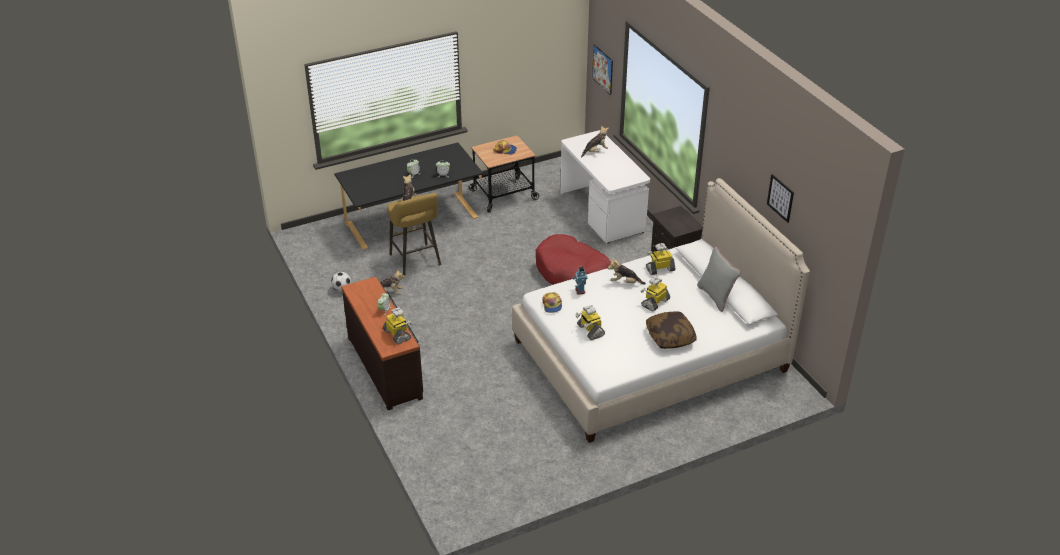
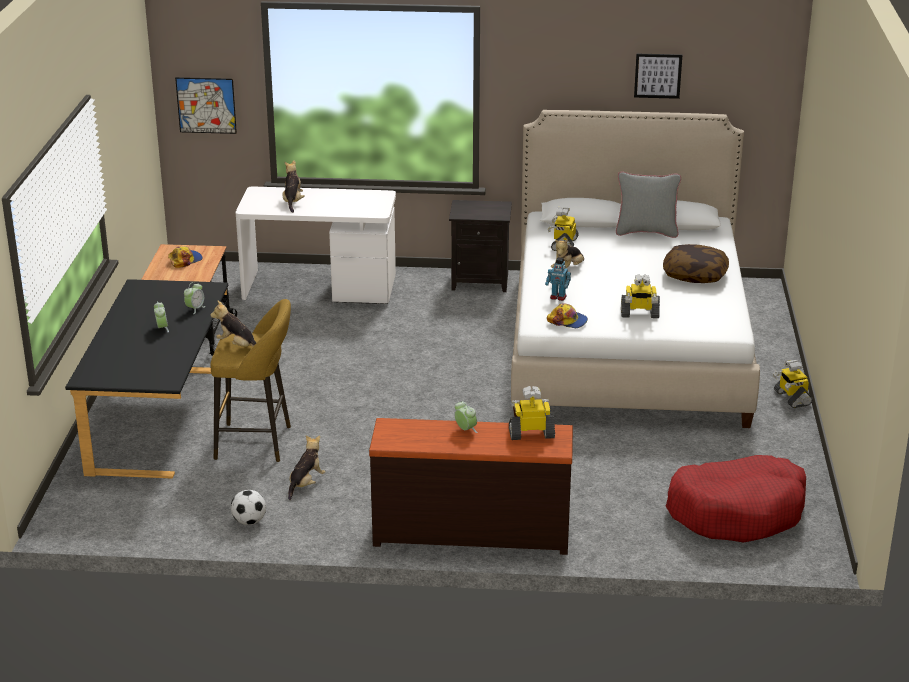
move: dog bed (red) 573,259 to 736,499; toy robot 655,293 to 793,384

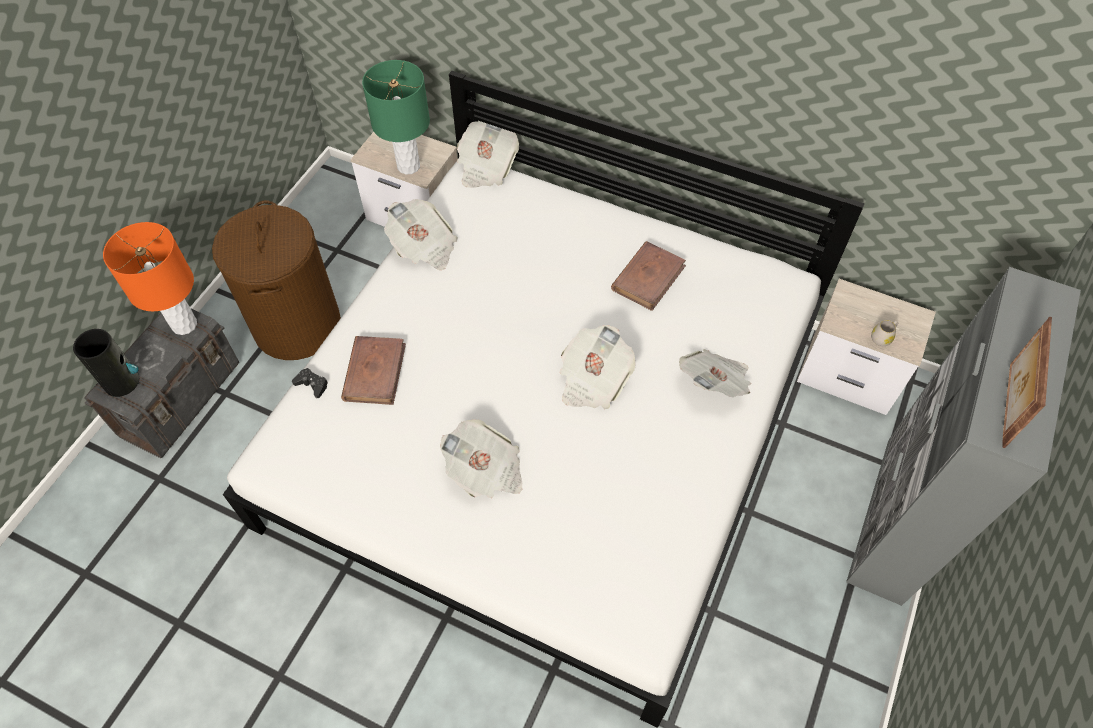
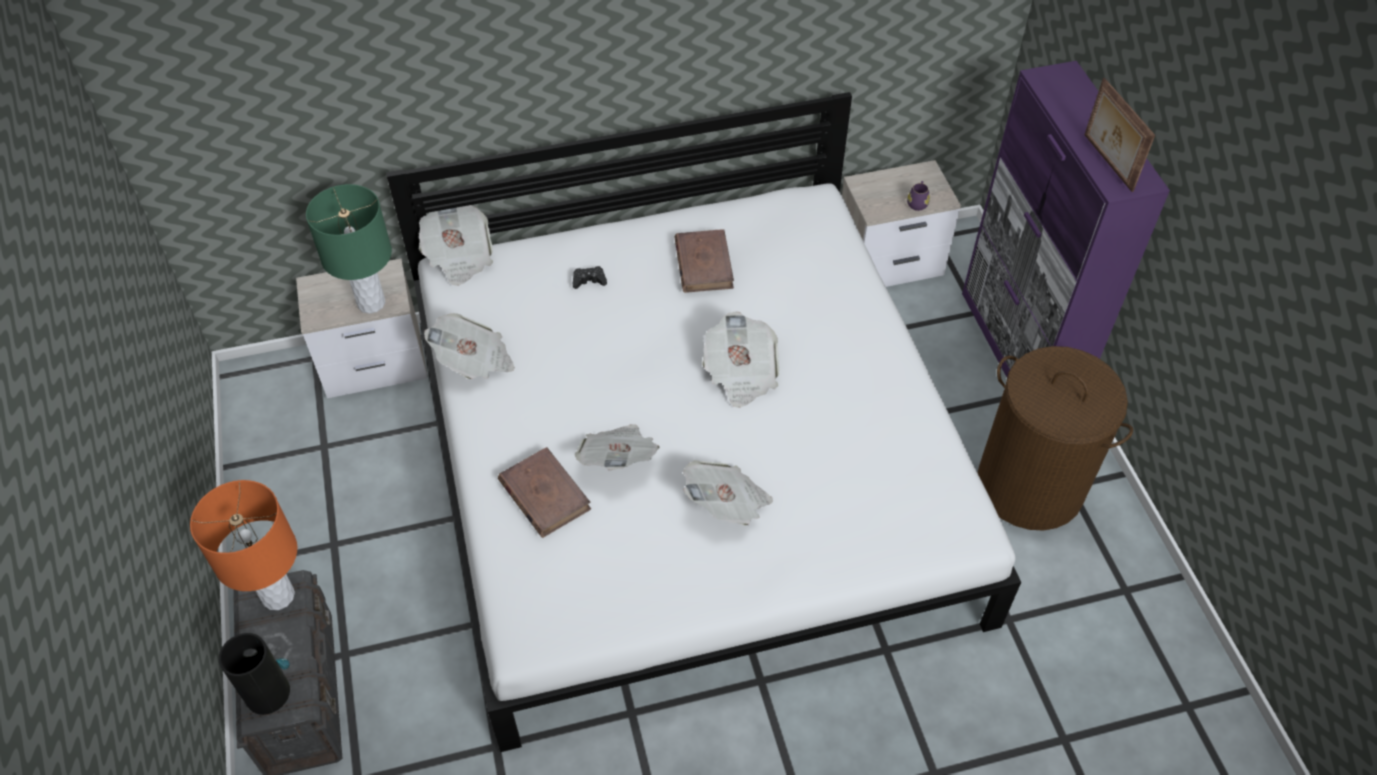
move: laundry basket (brown) 276,280 to 1055,438; newspaper 715,373 to 617,447; game controller (black) 310,383 to 590,277
recolor: cabinet (grey) 963,436 to cabinet (purple) 1066,219; mug (white) 884,333 to mug (purple) 918,196

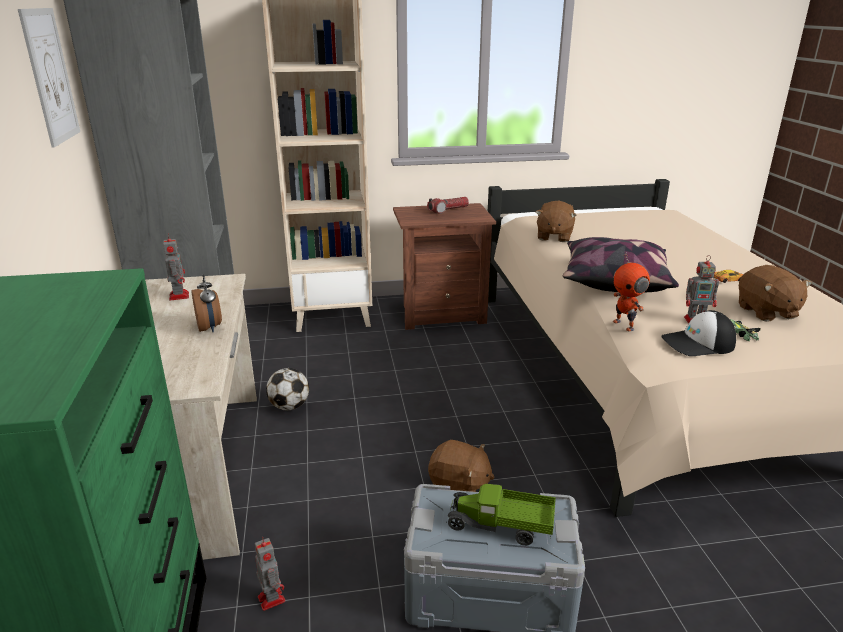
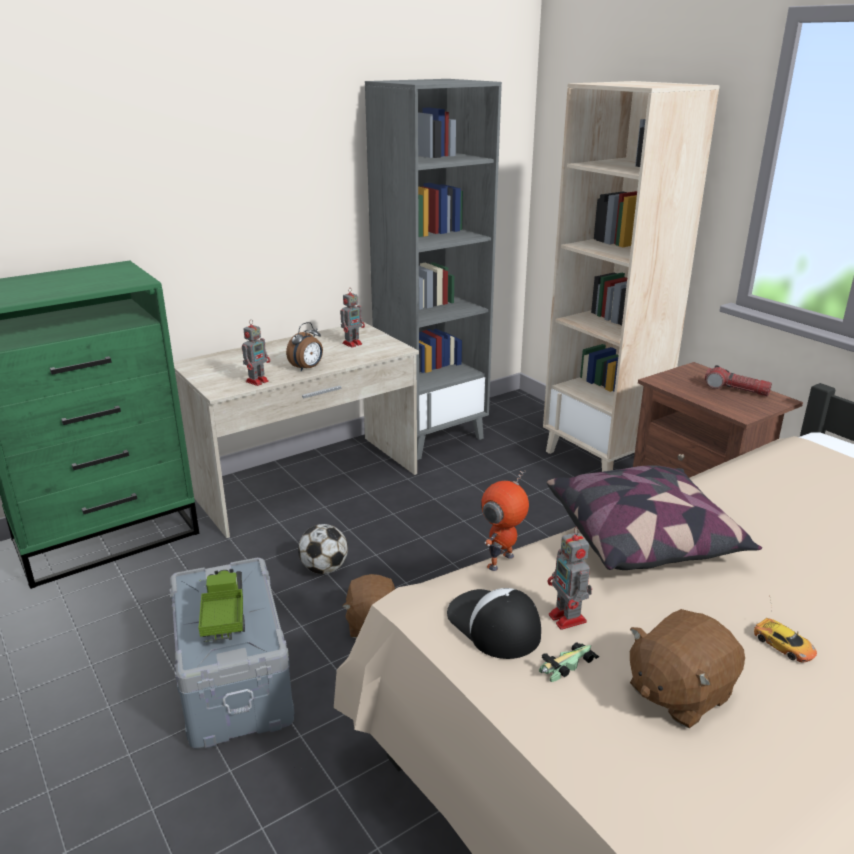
delete: picture 49,77; plush toy (brown) 556,221
move: football 287,389 to 323,549; toy robot 270,573 to 256,352

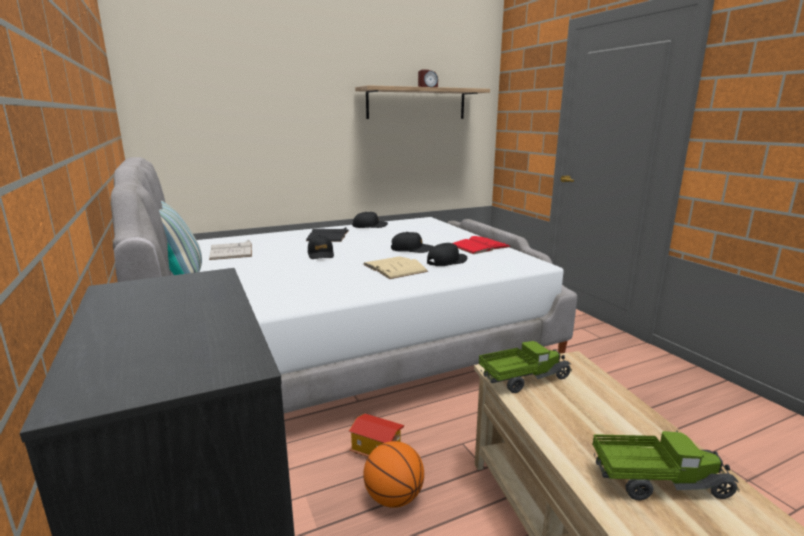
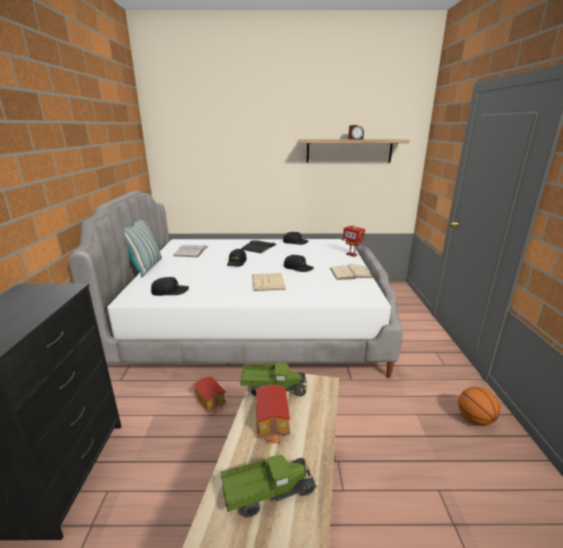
insert: toy robot 353,241; toy house 273,414
move: cap (black) 447,254 to 170,286; basketball 393,474 to 479,406
recolor: book (red) 482,245 to book (beige) 352,272
rotate: toy truck 666,465 = 269,486 45 degrees counterclockwise

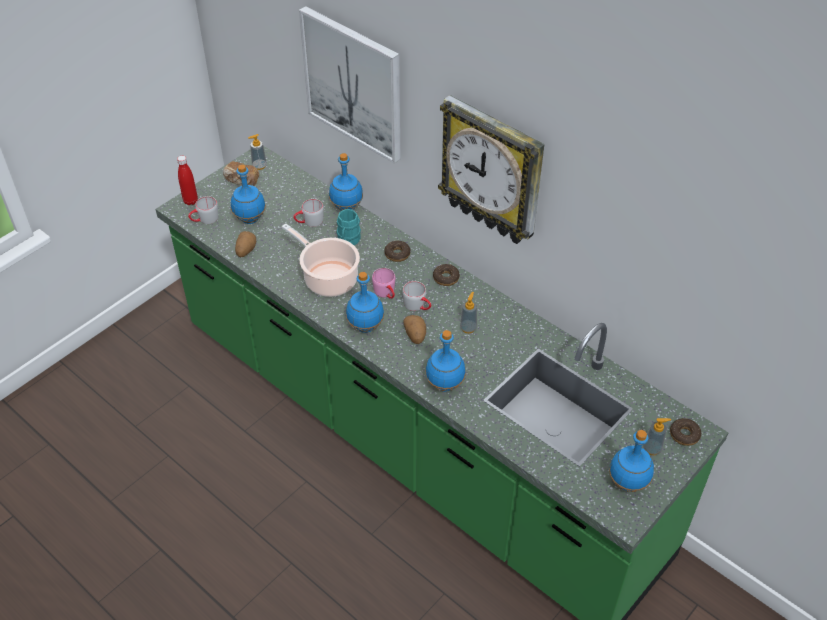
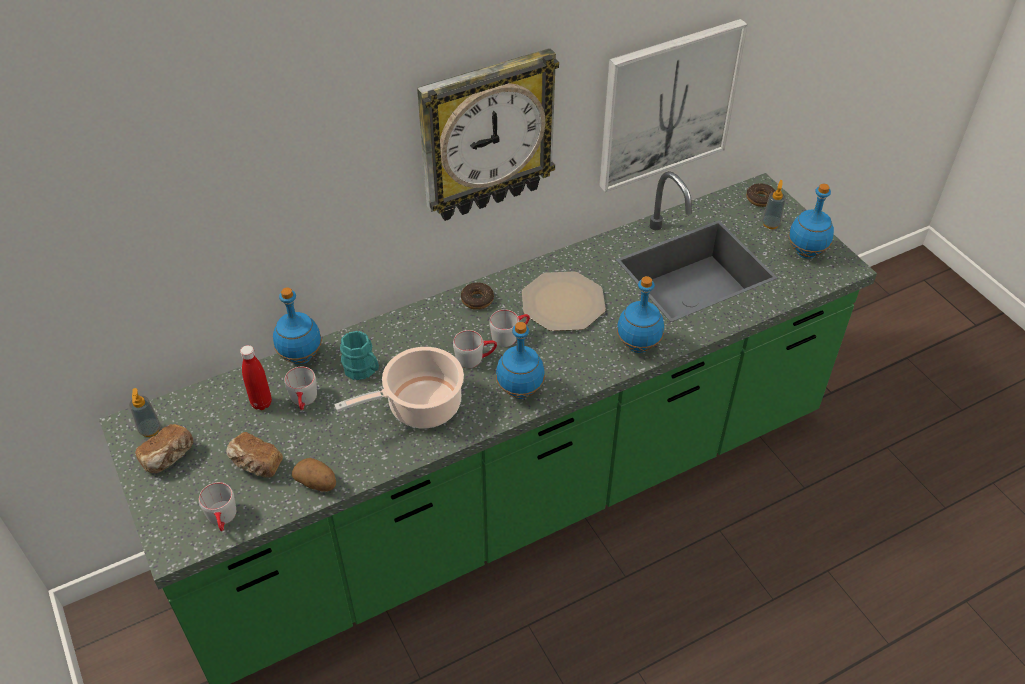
delete: donut 397,251; potato 414,329
move: picture 350,85 to 673,105; bottle (red) 187,180 to 256,377
replace: bottle (blue) 248,194 to bread 254,455; soap dispenser 468,312 to plate 564,301
recolor: mug (pink) 384,283 to mug (grey) 475,349

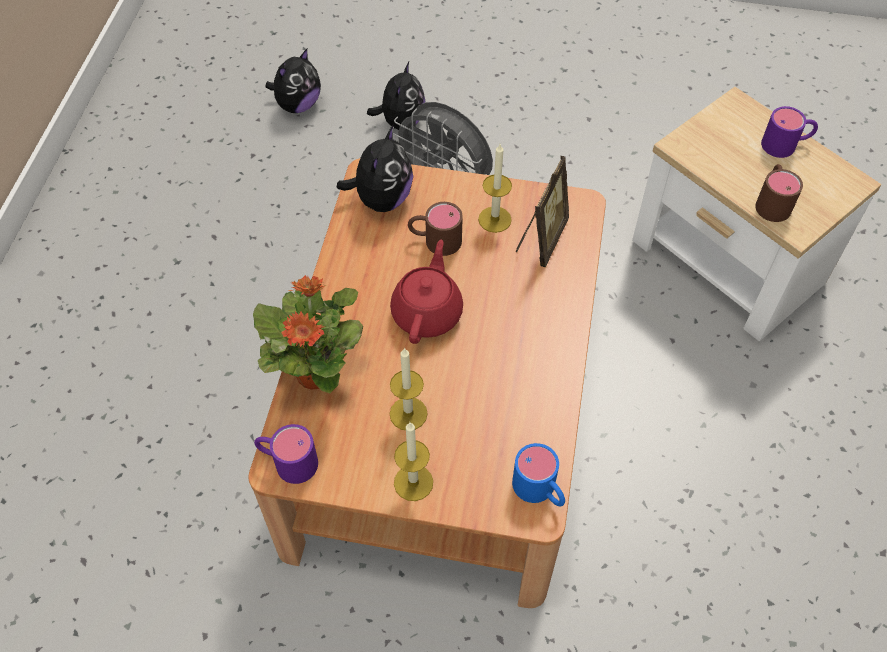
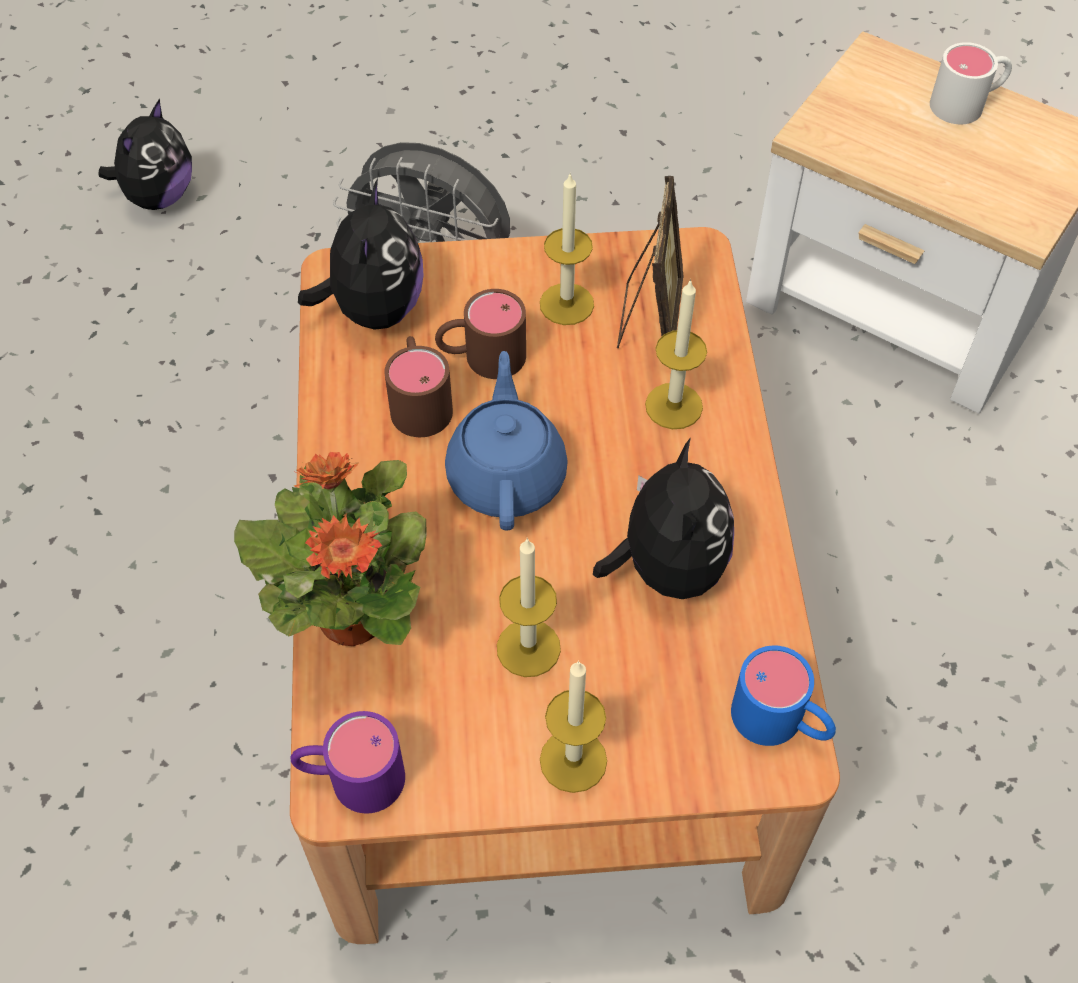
insert: candle 676,354
move: plush toy 396,96 to 663,518; mug (brown) 779,193 to 418,386
recolor: mug (purple) 789,132 to mug (white) 971,83; teapot (red) 426,291 to teapot (blue) 506,441

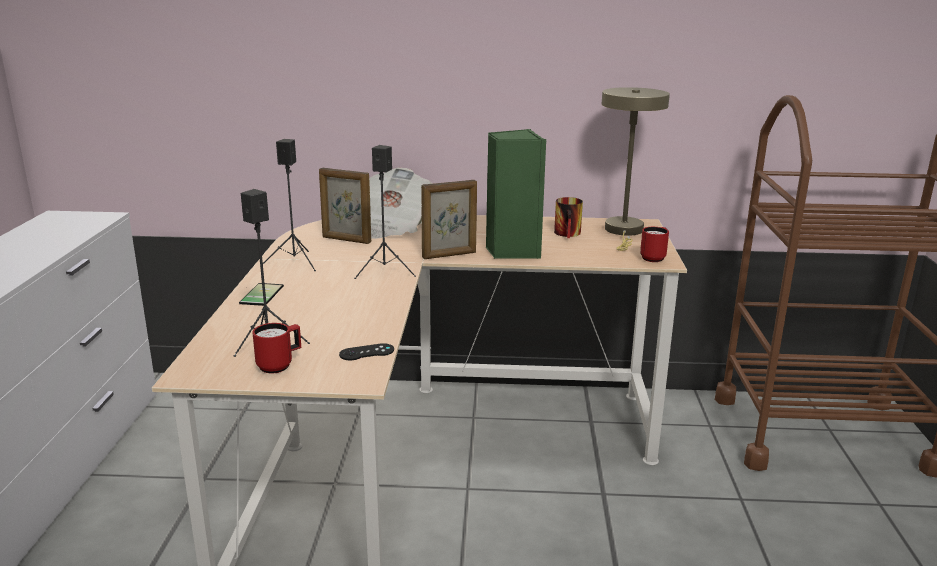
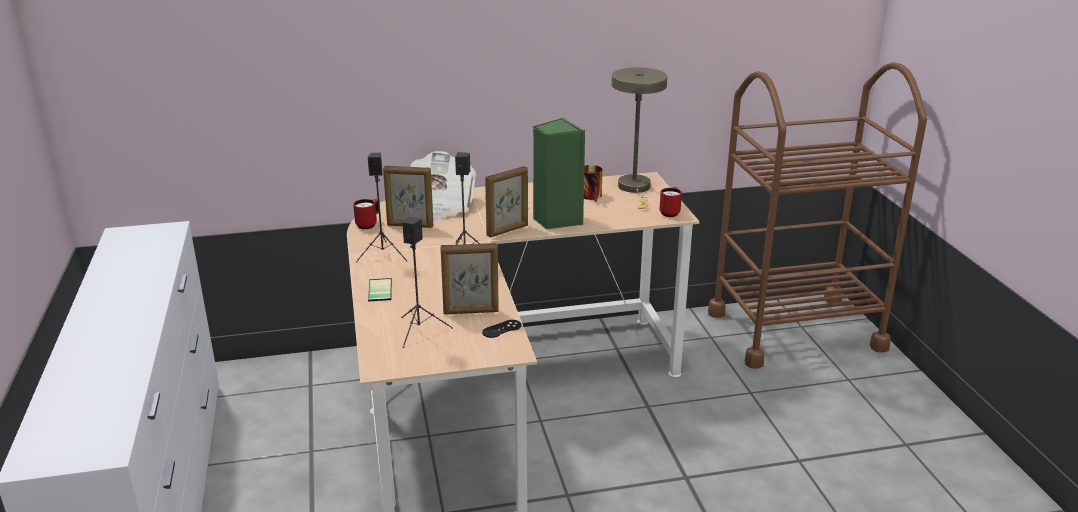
insert: picture frame 470,278
move: mug (red) 276,348 to 366,214

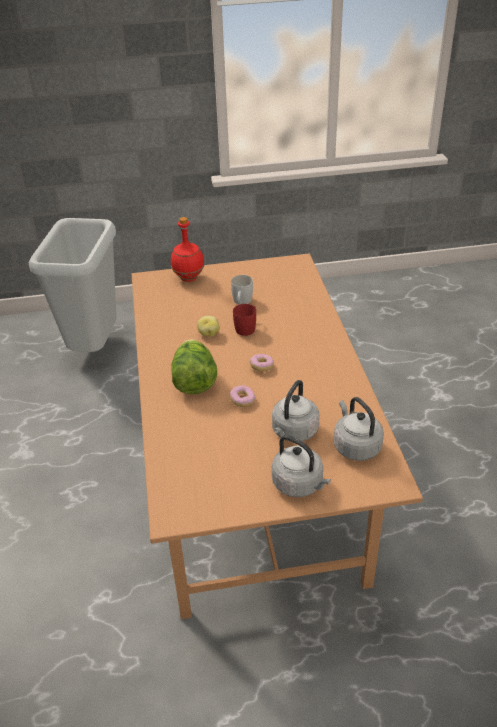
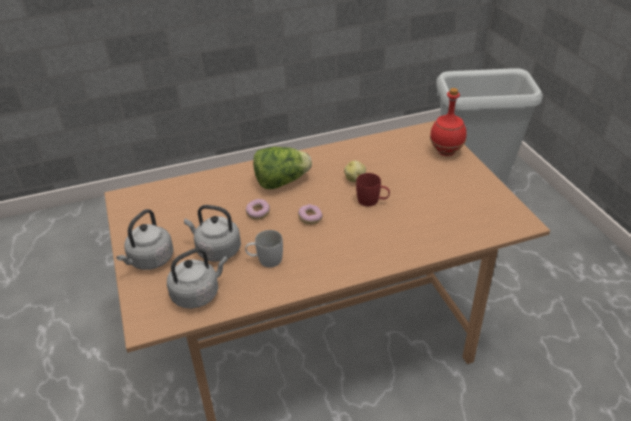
move: mug (white) 242,290 to 264,248

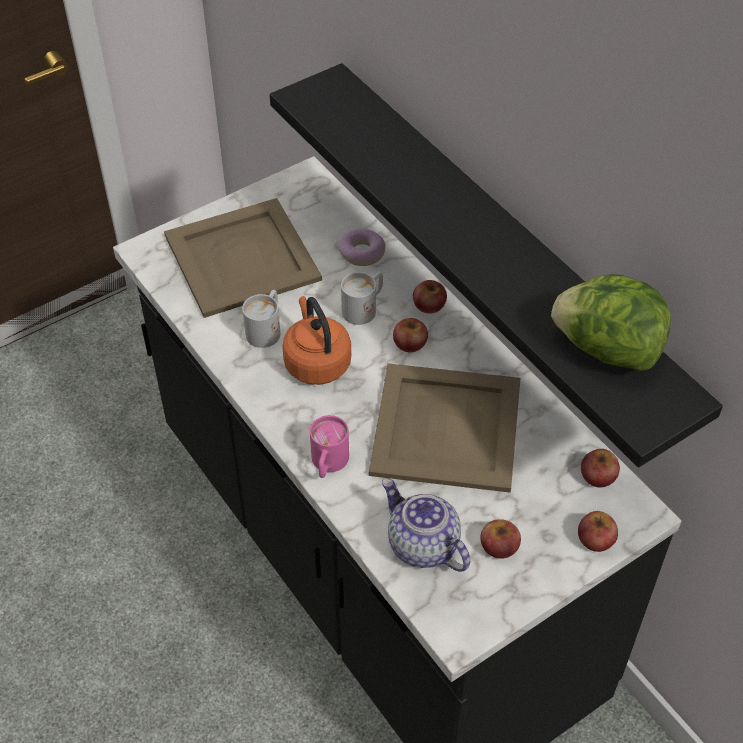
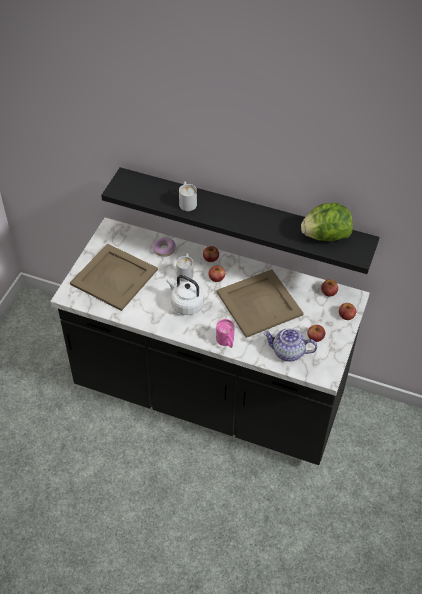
move: mug (white) 261,319 to 188,196
recolor: kettle (orange) 316,340 to kettle (white) 185,295

